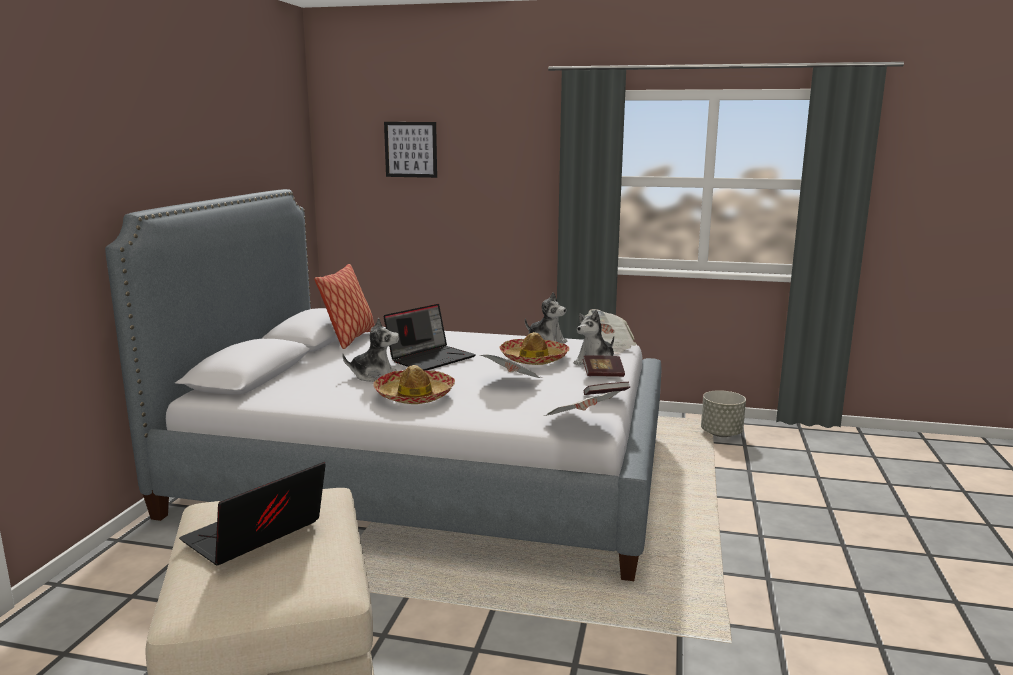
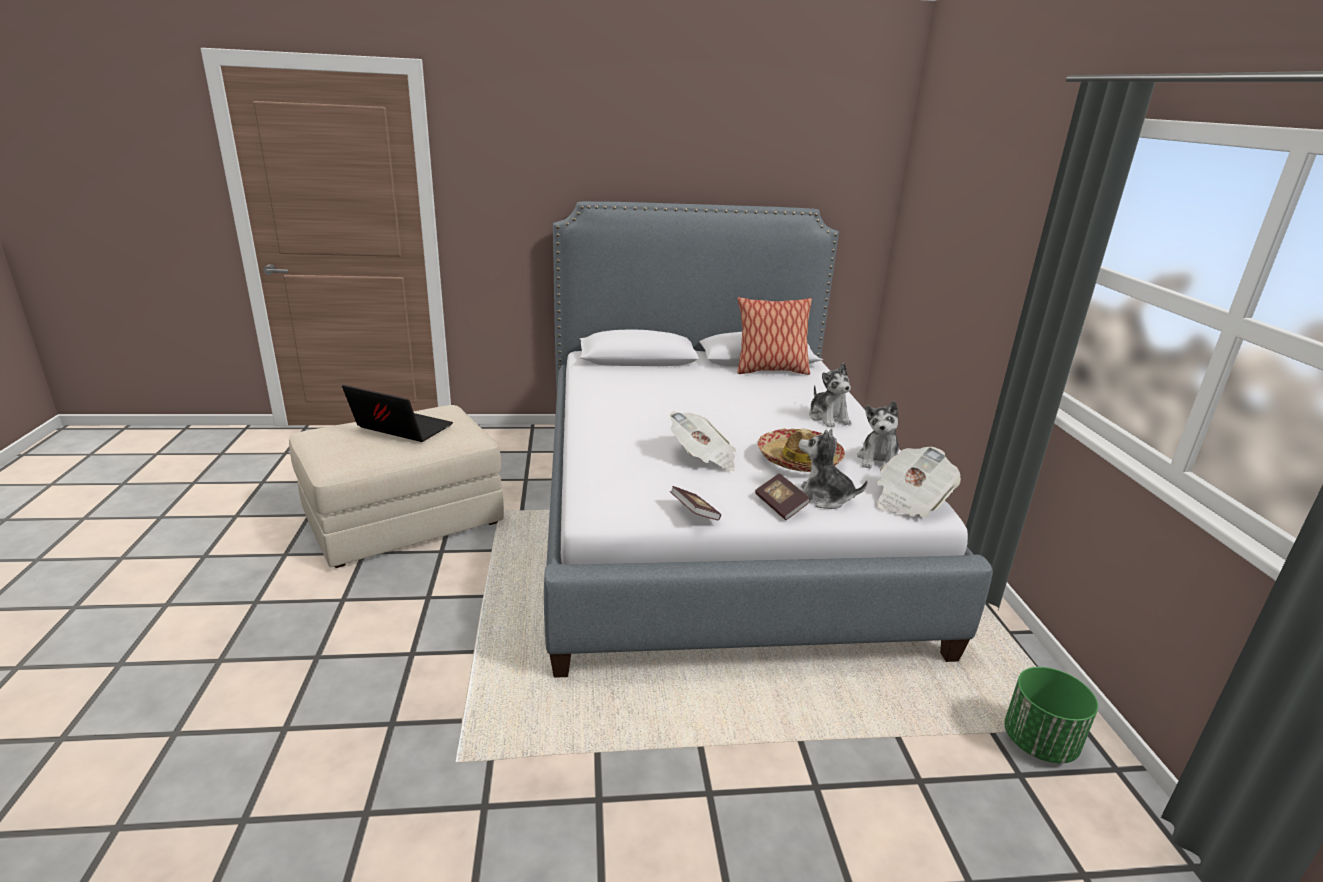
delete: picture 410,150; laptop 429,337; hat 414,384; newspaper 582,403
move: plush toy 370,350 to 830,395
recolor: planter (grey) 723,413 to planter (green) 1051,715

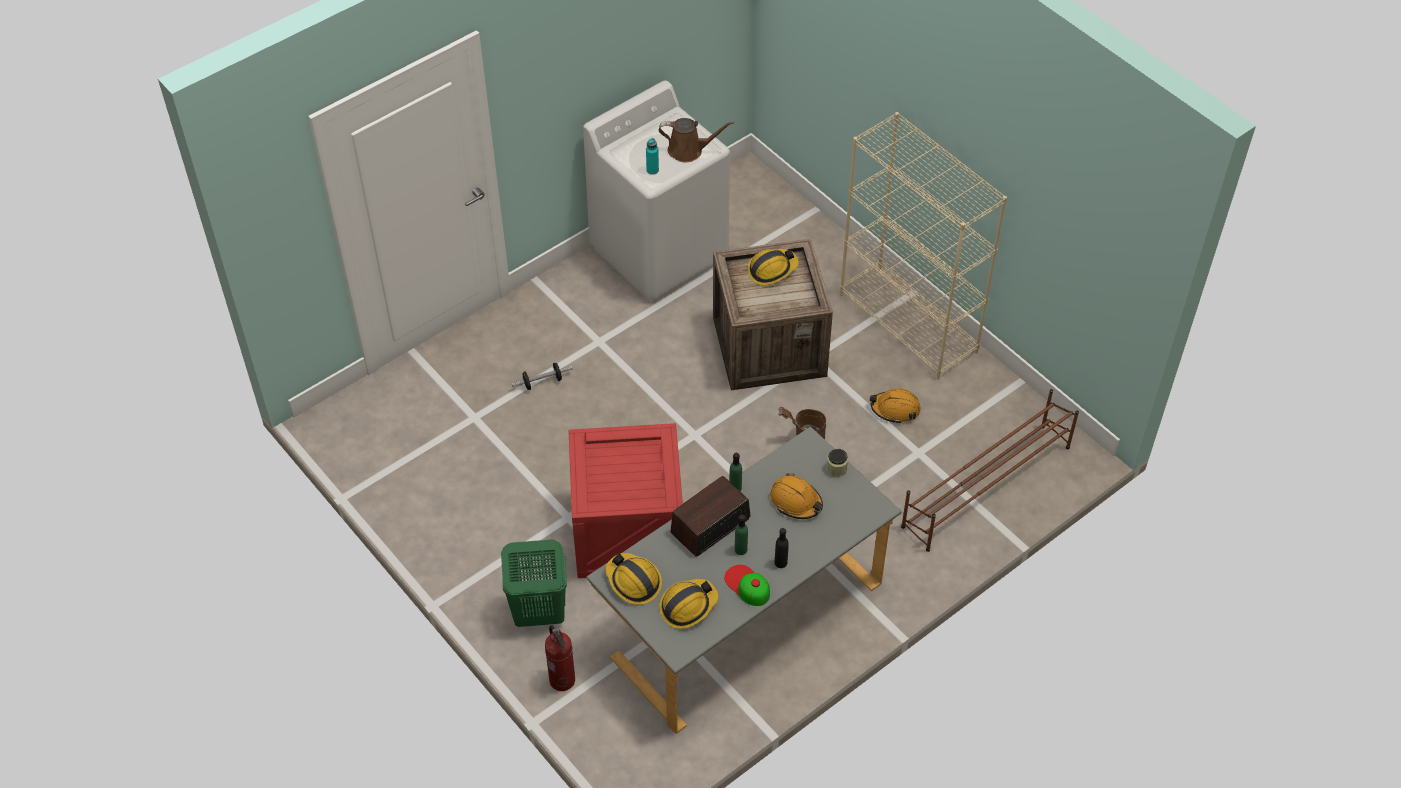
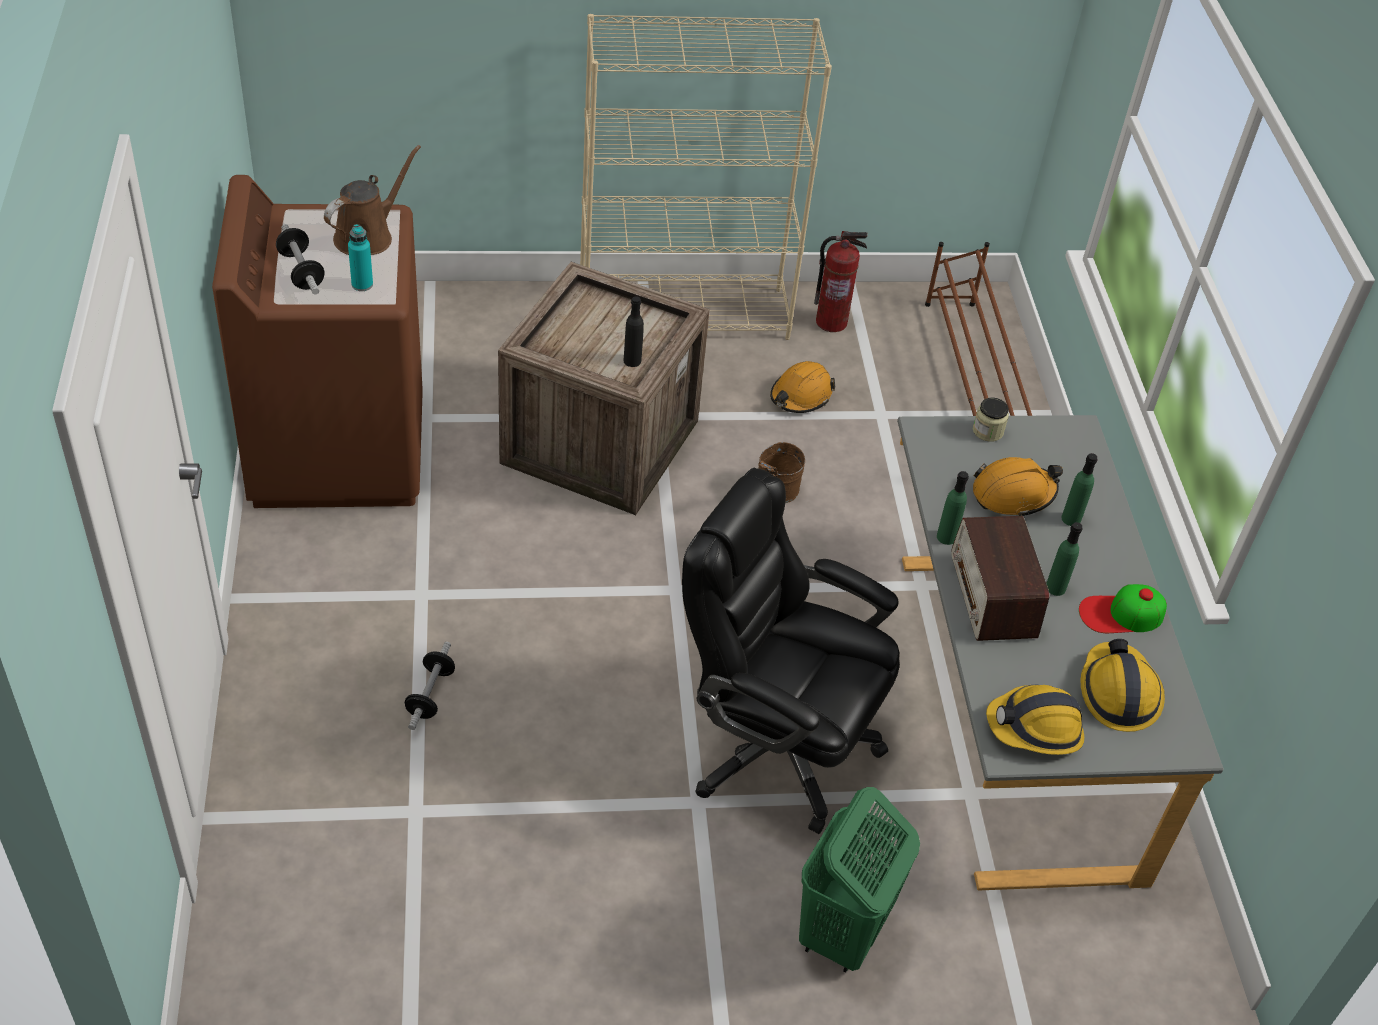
delete: hard hat 773,267
insert: dumbbell 300,259; bottle (green) 1079,489
move: bottle (black) 782,548 to 633,331; fire extinguisher 560,658 to 840,281
replace: crate 626,500 to office chair (black) 791,651
recolor: washing machine (white) 656,191 to washing machine (brown) 317,341

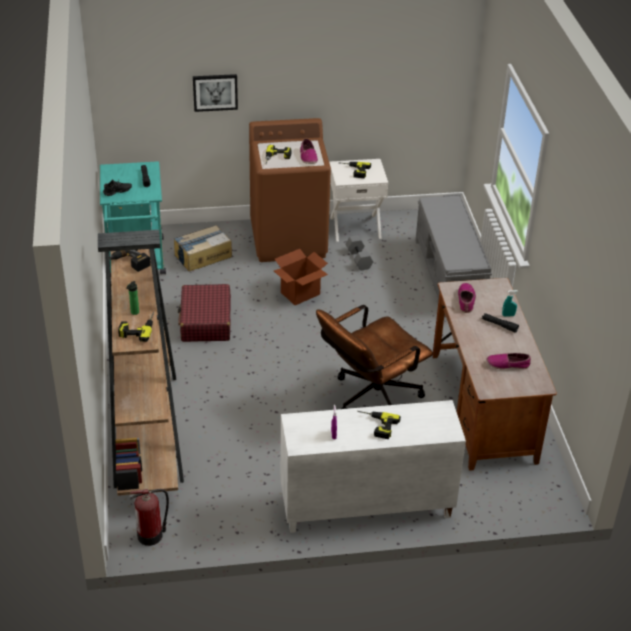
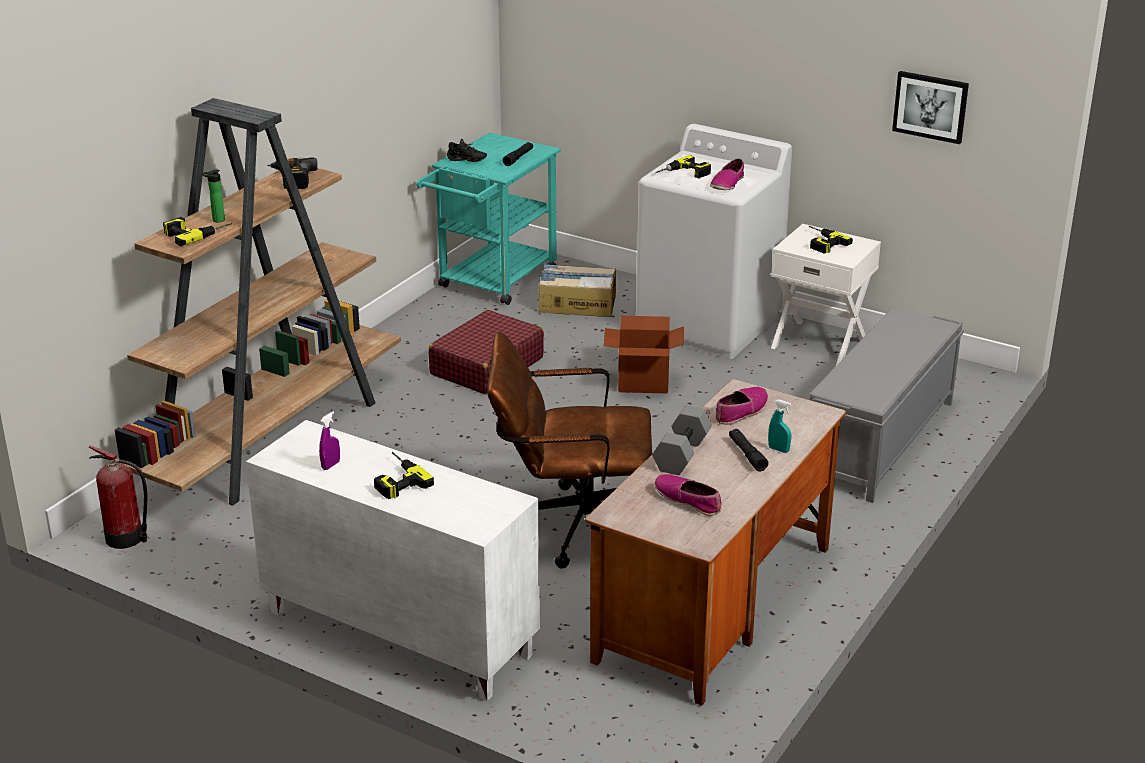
move: picture 215,93 to 930,107; dumbbell (grey) 359,253 to 682,440
recolor: washing machine (brown) 290,190 to washing machine (white) 714,241

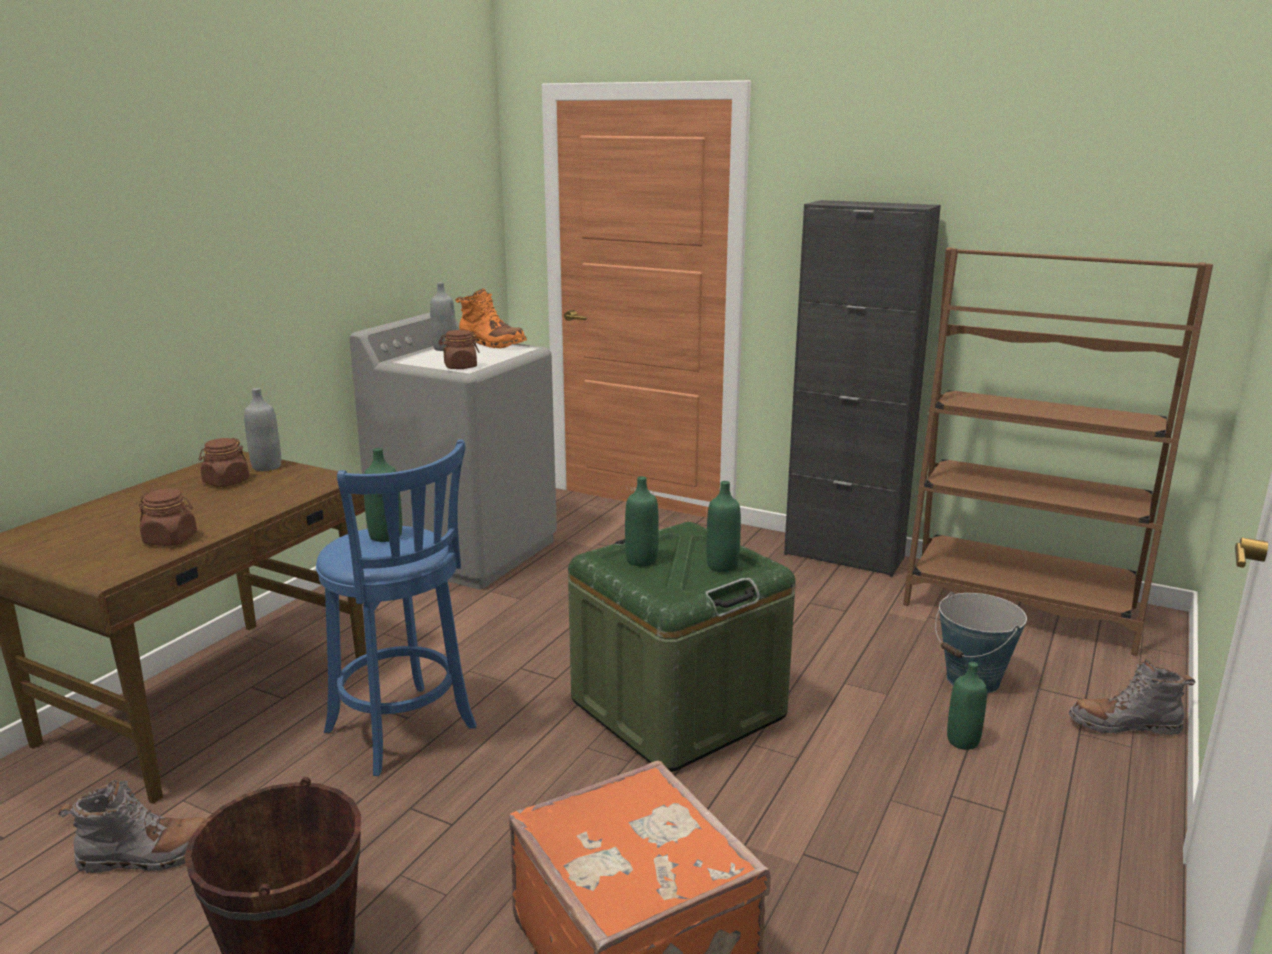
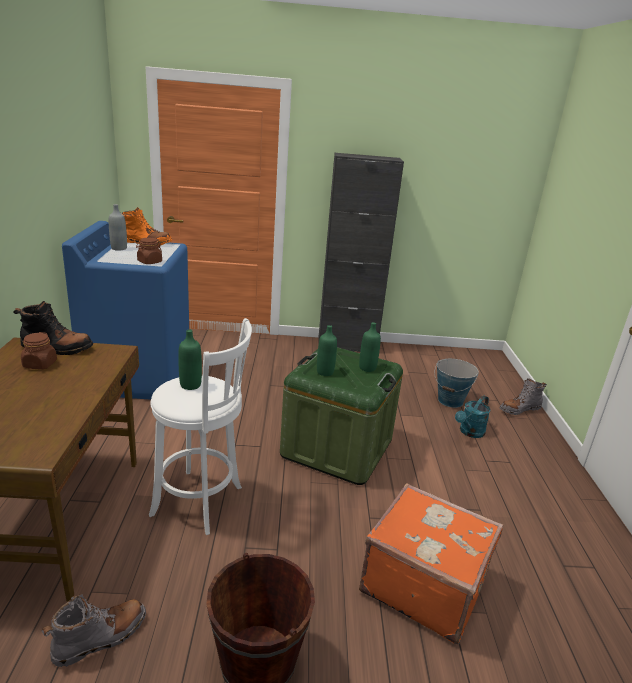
delete: bookcase (brown) 1058,451; jar (brown) 168,517
replace: bottle (grey) 262,429 to boot (black) 53,328; bottle (green) 967,706 to watering can (turquoise) 473,417
recolor: washing machine (grey) 453,451 to washing machine (blue) 125,310; stool (blue) 396,607 to stool (white) 200,426

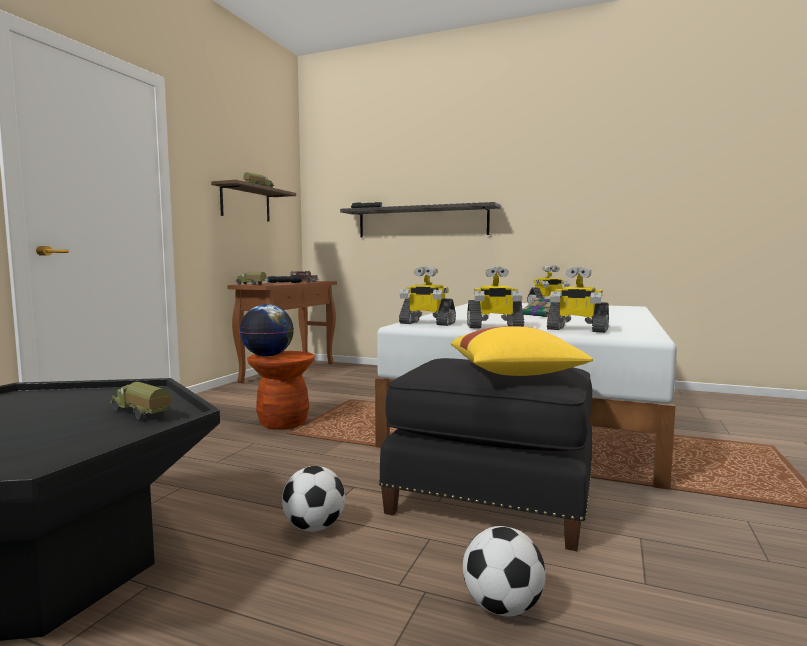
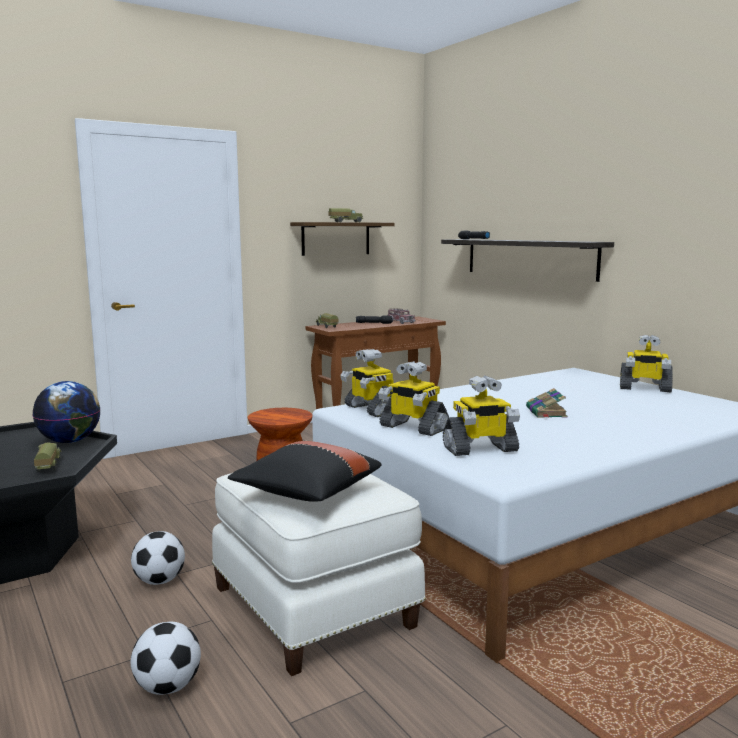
move: globe 266,330 to 66,412
recolor: pillow (yellow) 522,351 to pillow (black) 304,471; ottoman (black) 486,454 to ottoman (white) 318,574
rotate: toy robot 578,300 = 481,415 75 degrees counterclockwise

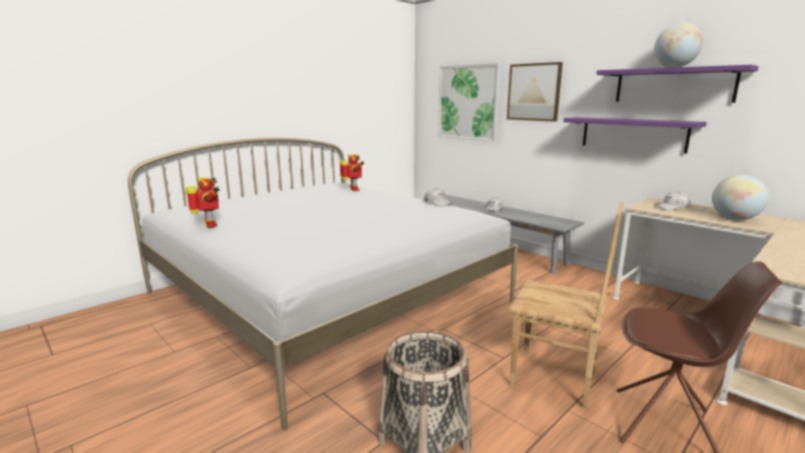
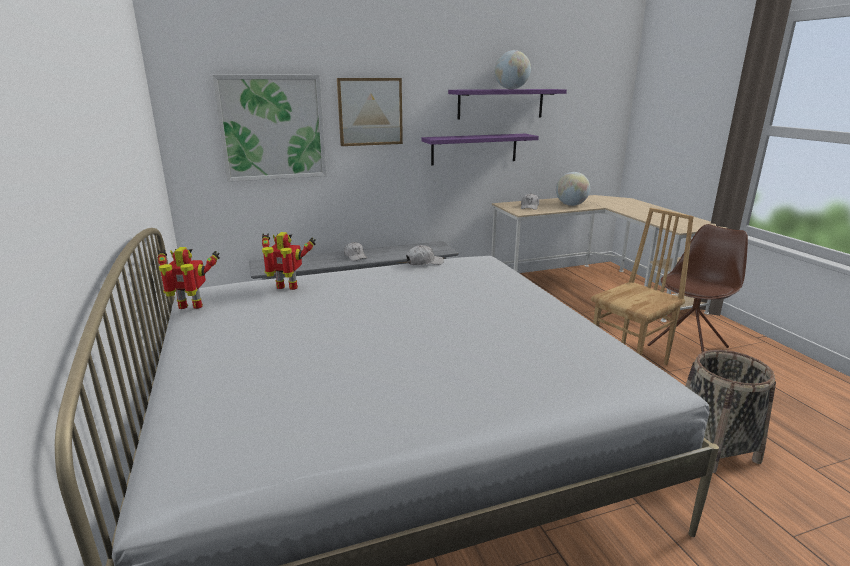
move: toy robot 203,202 to 189,278

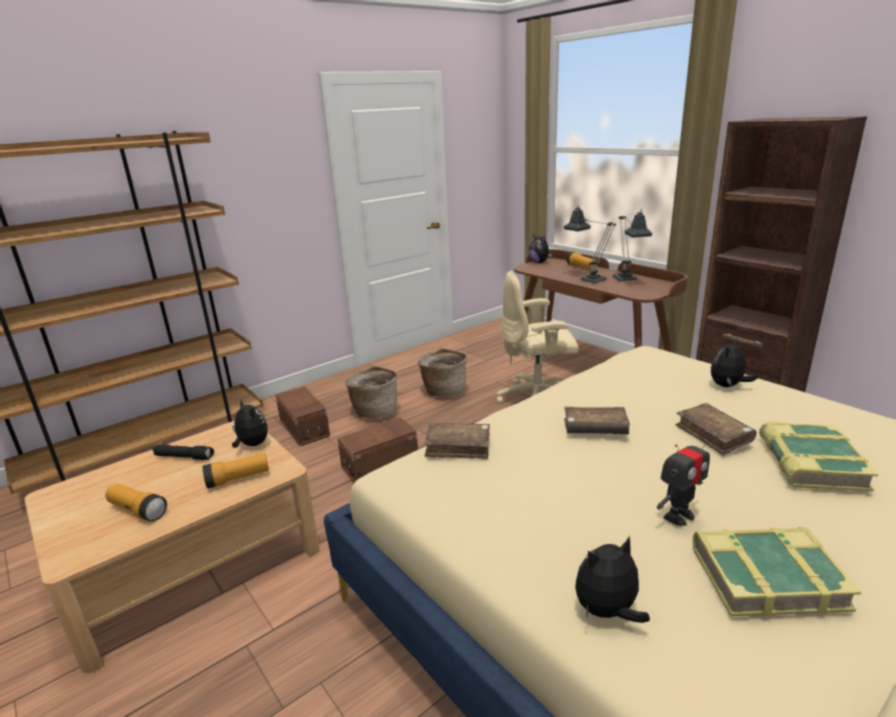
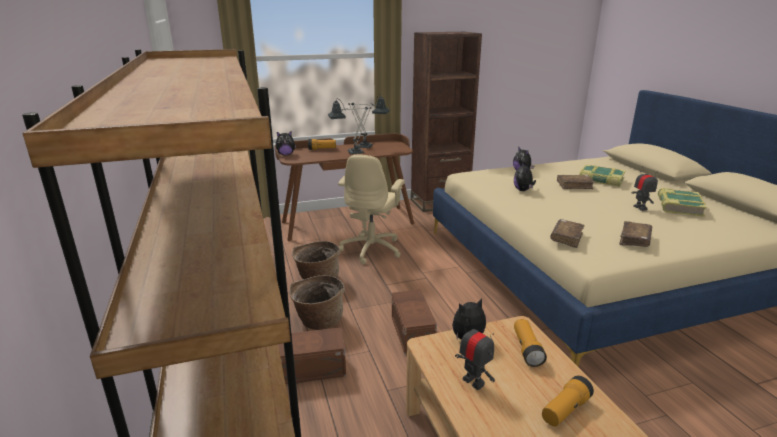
move: book (brown) 597,420 to 635,234; plush toy 612,579 to 525,176
replace: flashlight (black) 183,452 to toy robot 475,354

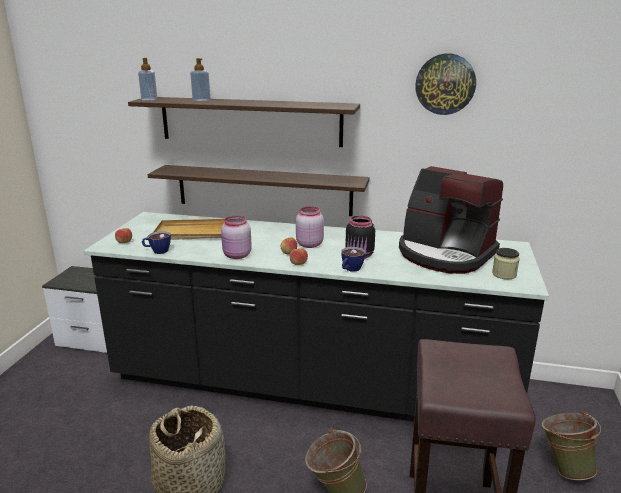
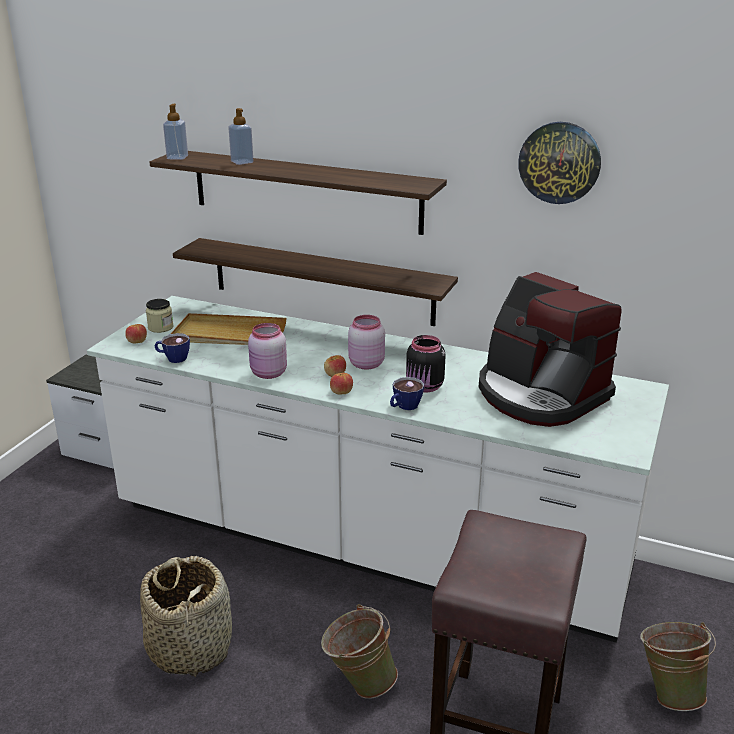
move: jar 506,263 to 160,316
recolor: counter (black) 316,317 to counter (white) 378,469

